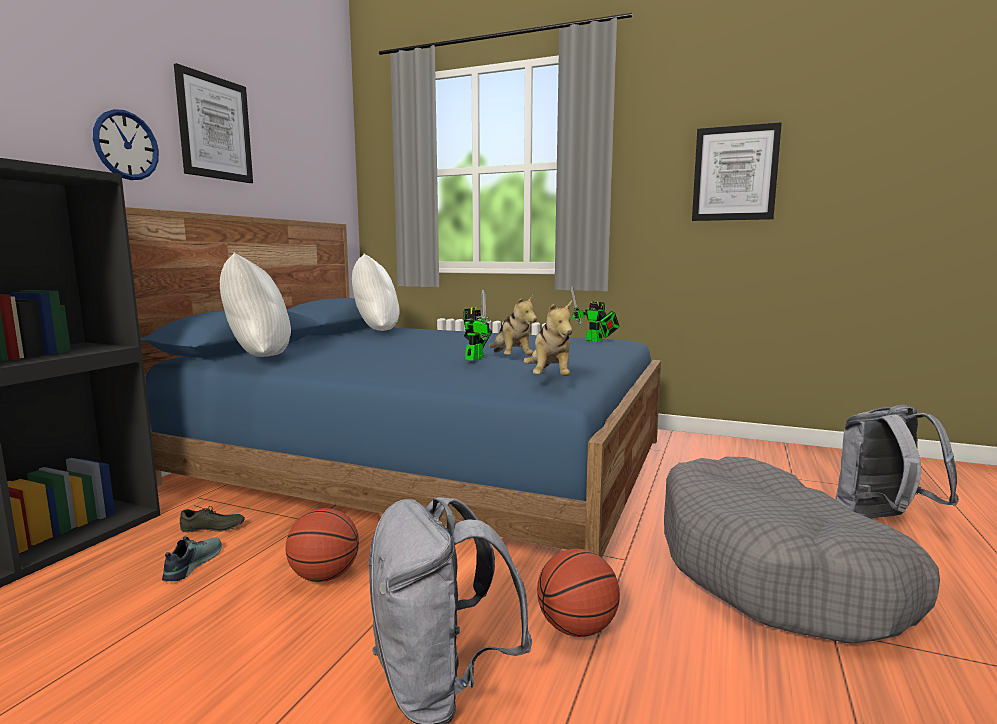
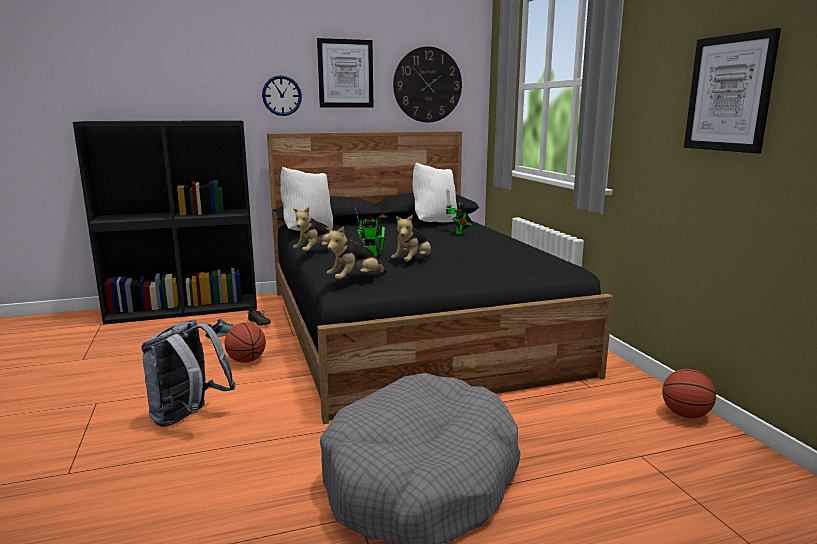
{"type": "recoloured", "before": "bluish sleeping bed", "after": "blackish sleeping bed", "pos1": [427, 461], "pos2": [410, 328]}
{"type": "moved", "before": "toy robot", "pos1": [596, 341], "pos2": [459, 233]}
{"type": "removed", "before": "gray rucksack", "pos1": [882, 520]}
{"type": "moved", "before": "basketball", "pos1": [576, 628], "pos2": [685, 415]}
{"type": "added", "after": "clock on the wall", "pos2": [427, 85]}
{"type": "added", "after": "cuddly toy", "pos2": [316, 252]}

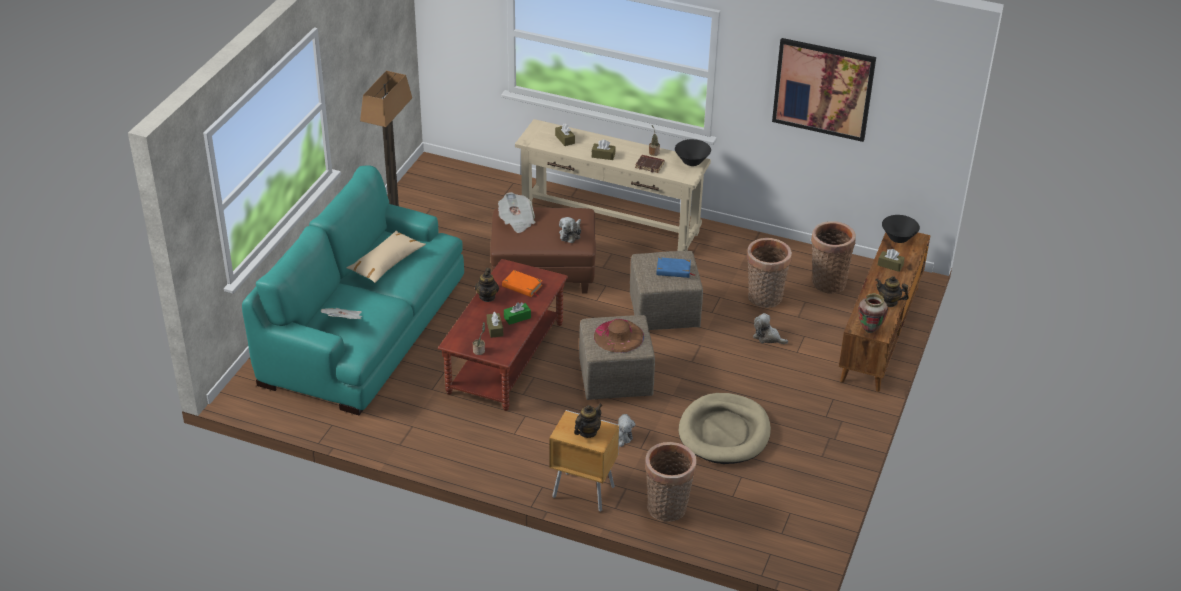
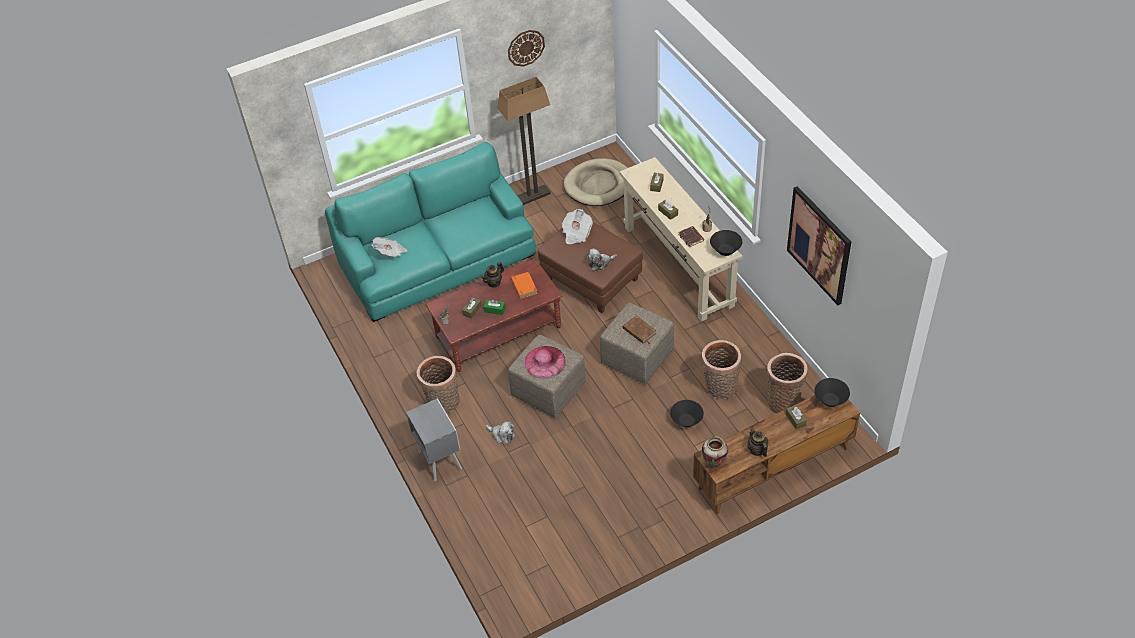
{"type": "removed", "before": "beige-coloured throw pillow", "pos1": [386, 263]}
{"type": "recoloured", "before": "bluish bound book", "after": "brown bound book", "pos1": [673, 270], "pos2": [639, 331]}
{"type": "replaced", "before": "cuddly toy", "after": "blackish deep dish", "pos1": [767, 337], "pos2": [686, 421]}
{"type": "recoloured", "before": "brown hat", "after": "pink-coloured hat", "pos1": [618, 336], "pos2": [545, 362]}
{"type": "moved", "before": "beige-coloured dog bed", "pos1": [724, 432], "pos2": [598, 185]}
{"type": "removed", "before": "tea pot", "pos1": [587, 432]}
{"type": "recoloured", "before": "brown bedside table", "after": "gray bedside table", "pos1": [582, 491], "pos2": [440, 459]}
{"type": "moved", "before": "basket", "pos1": [667, 510], "pos2": [443, 404]}
{"type": "added", "after": "clock on the wall", "pos2": [526, 47]}

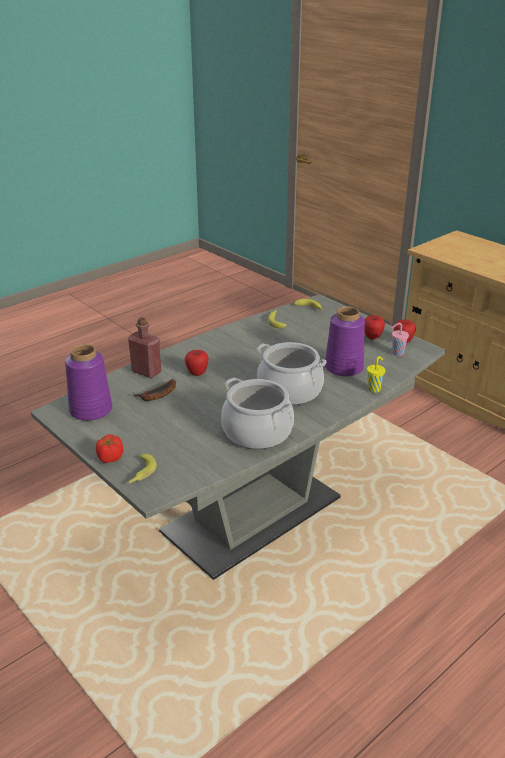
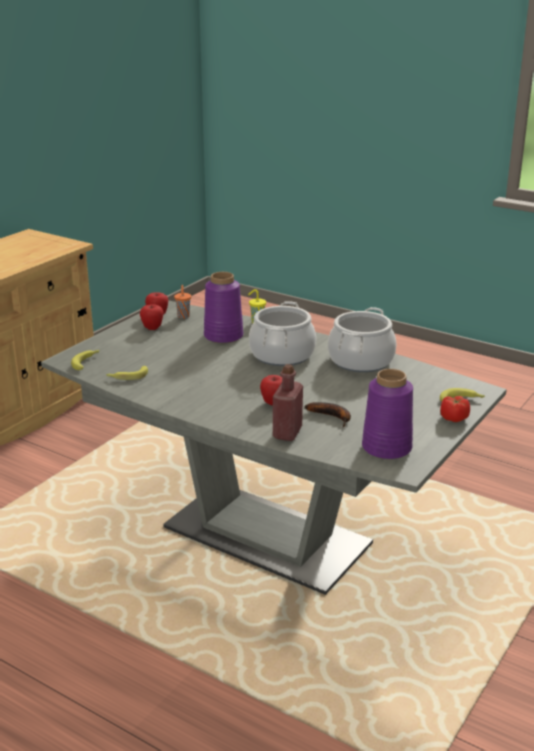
{"type": "recoloured", "before": "pink-coloured drinking cup", "after": "orange-coloured drinking cup", "pos1": [397, 353], "pos2": [183, 317]}

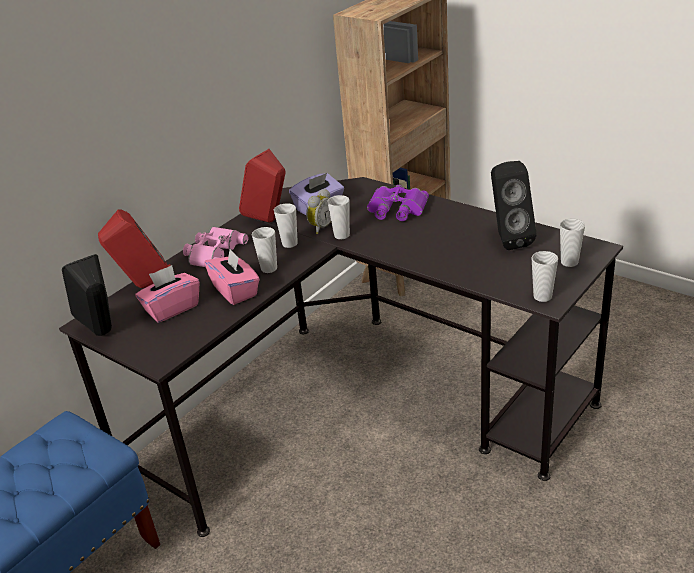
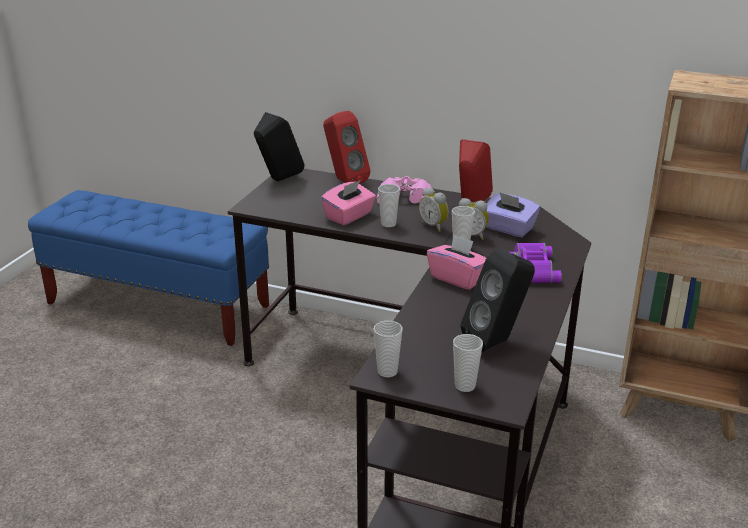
{"type": "replaced", "before": "drinking cup", "after": "alarm clock", "pos1": [289, 244], "pos2": [434, 226]}
{"type": "moved", "before": "pink-coloured box of tissues", "pos1": [172, 308], "pos2": [458, 278]}

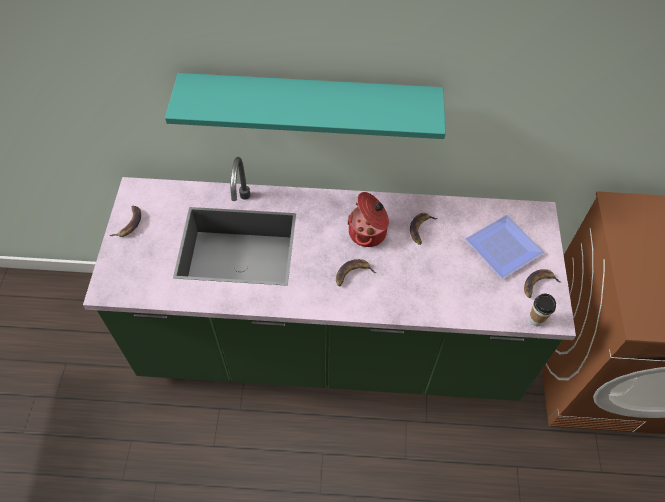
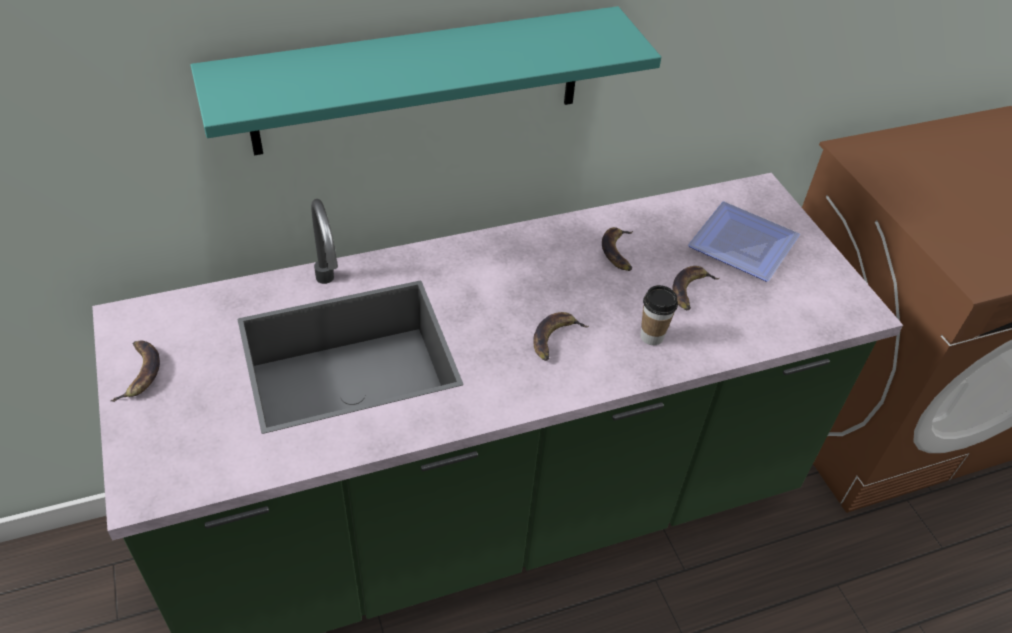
{"type": "removed", "before": "cooking pot", "pos1": [368, 233]}
{"type": "moved", "before": "banana", "pos1": [538, 284], "pos2": [690, 290]}
{"type": "moved", "before": "drinking cup", "pos1": [536, 319], "pos2": [652, 336]}

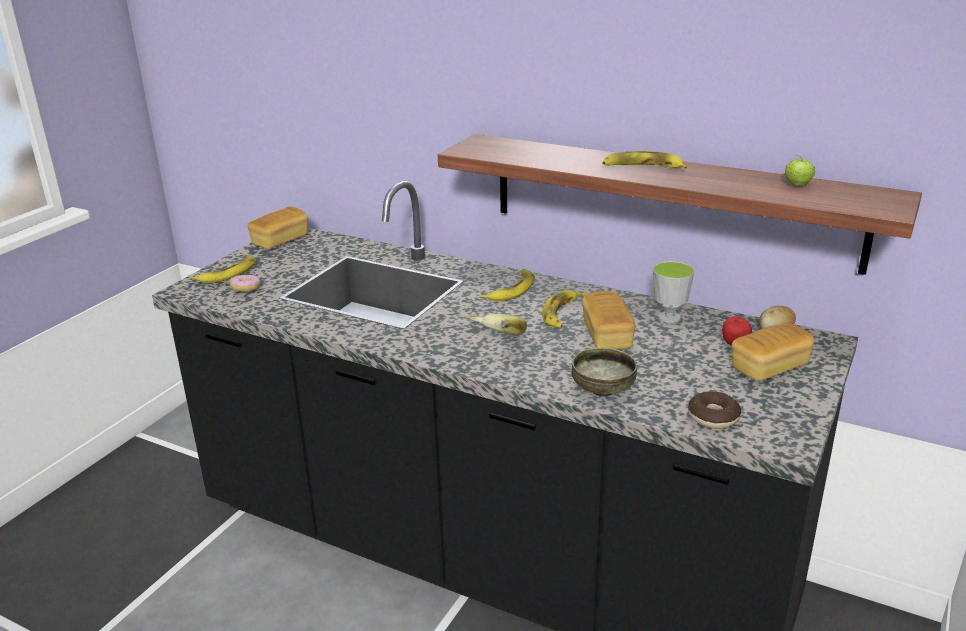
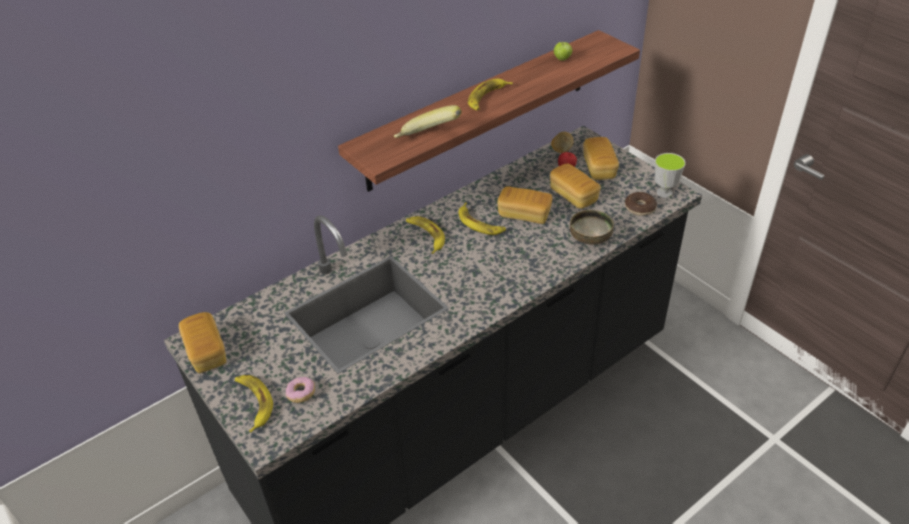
{"type": "moved", "before": "drinking cup", "pos1": [669, 317], "pos2": [664, 192]}
{"type": "moved", "before": "banana", "pos1": [492, 341], "pos2": [428, 138]}
{"type": "added", "after": "baked bread", "pos2": [573, 195]}

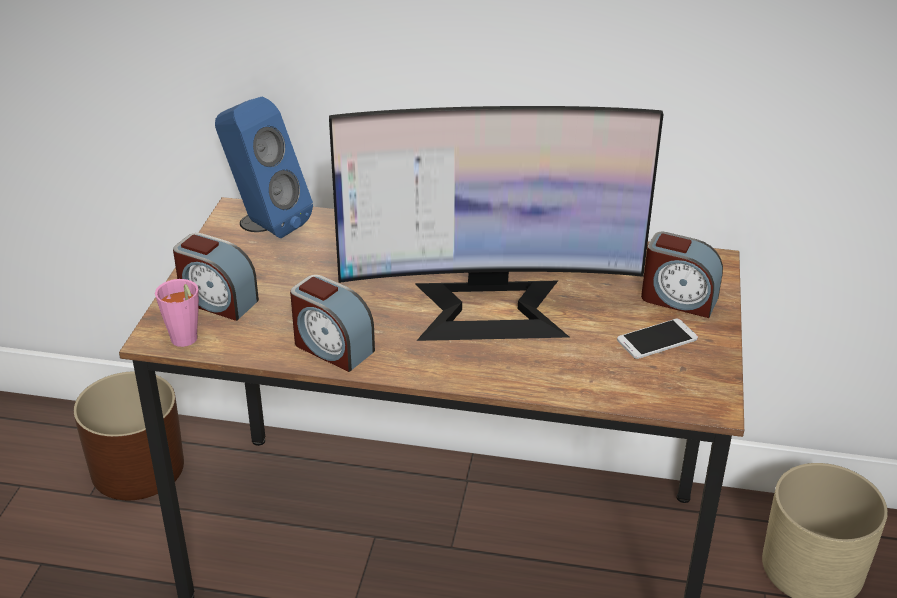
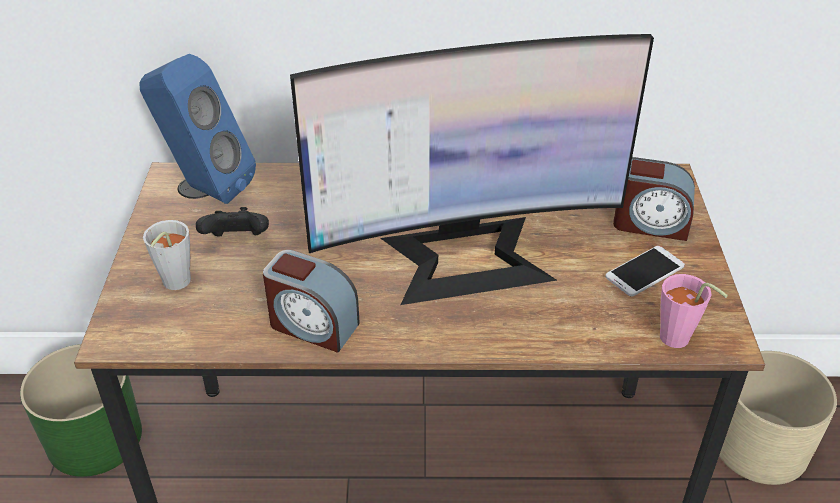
{"type": "replaced", "before": "alarm clock", "after": "gray drinking cup", "pos1": [217, 301], "pos2": [173, 285]}
{"type": "moved", "before": "pink-coloured drinking cup", "pos1": [185, 342], "pos2": [679, 341]}
{"type": "recoloured", "before": "brown flower pot", "after": "green-coloured flower pot", "pos1": [136, 468], "pos2": [94, 439]}
{"type": "added", "after": "blackish game controller", "pos2": [237, 241]}

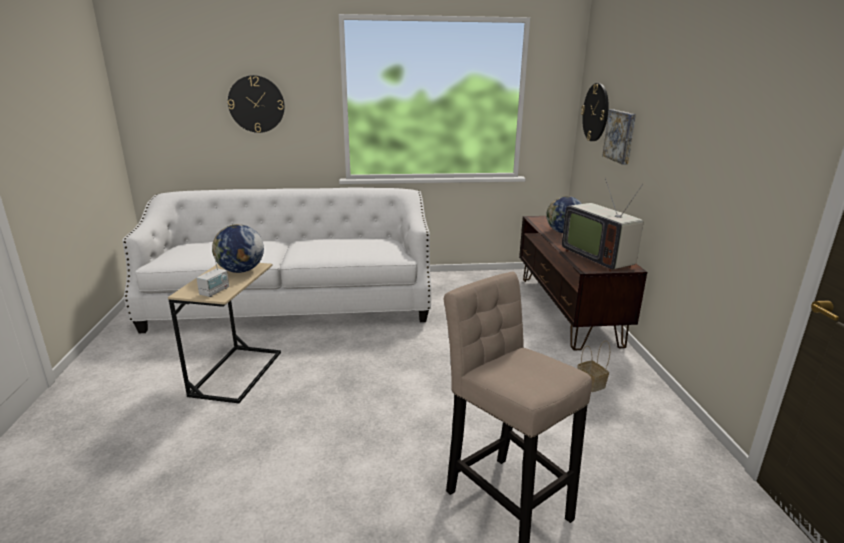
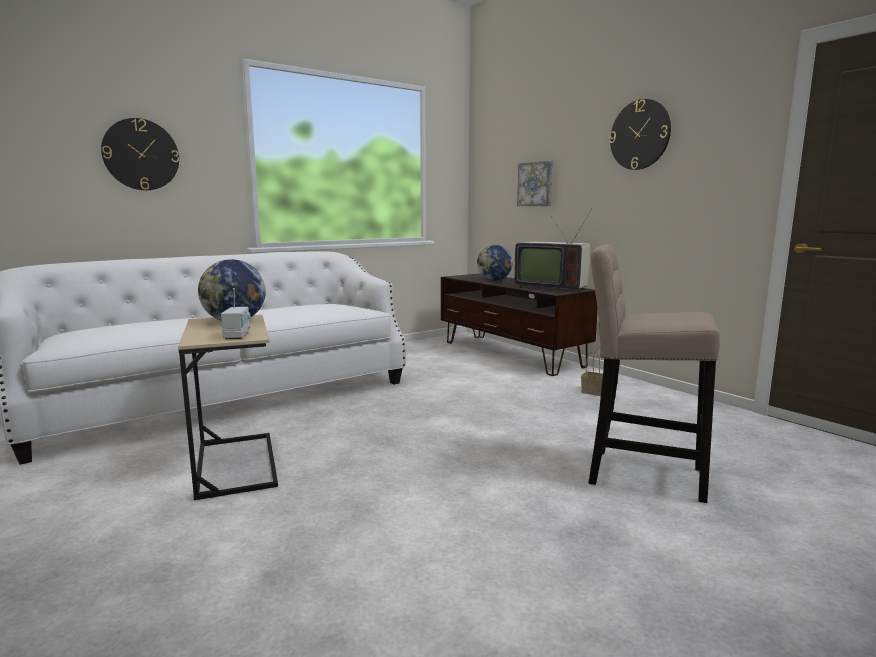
{"type": "moved", "before": "clock on the wall", "pos1": [596, 112], "pos2": [640, 135]}

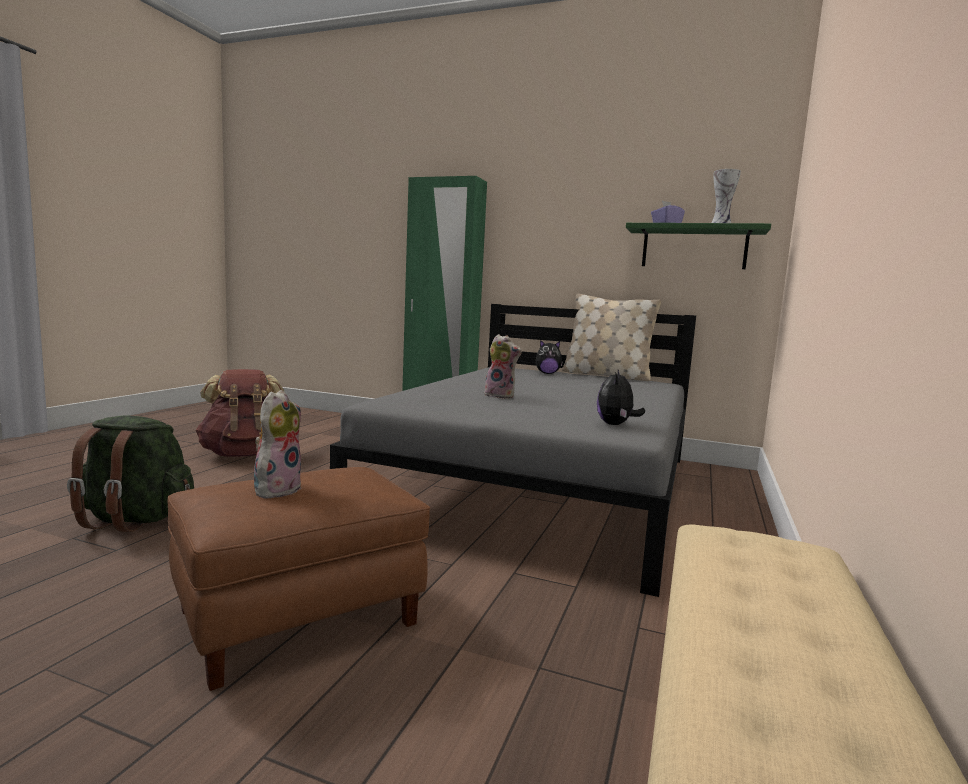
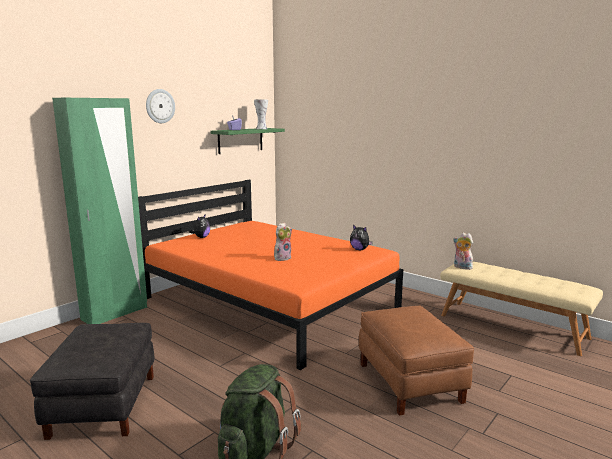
{"type": "removed", "before": "beige-coloured throw pillow", "pos1": [606, 375]}
{"type": "recoloured", "before": "gray sleeping bed", "after": "orange-coloured sleeping bed", "pos1": [542, 486], "pos2": [269, 302]}
{"type": "replaced", "before": "brown rucksack", "after": "blackish pouffe", "pos1": [245, 455], "pos2": [103, 405]}
{"type": "moved", "before": "cuddly toy", "pos1": [277, 489], "pos2": [461, 267]}
{"type": "added", "after": "clock on the wall", "pos2": [160, 106]}

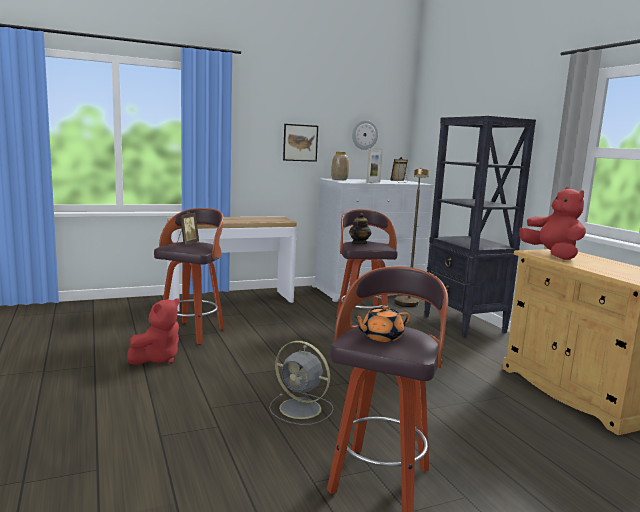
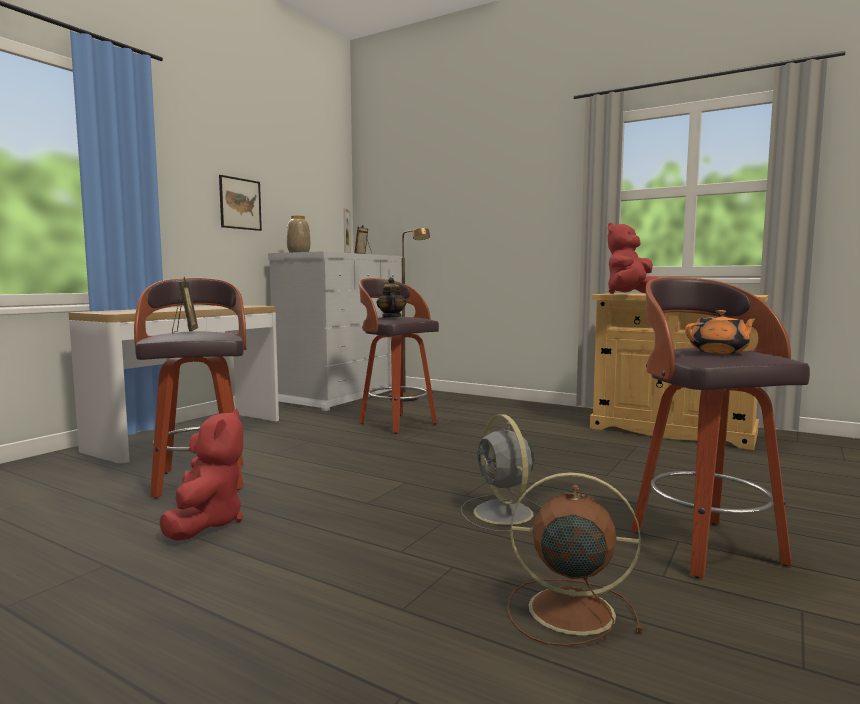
{"type": "removed", "before": "blackish bookshelf", "pos1": [464, 324]}
{"type": "removed", "before": "clock on the wall", "pos1": [364, 134]}
{"type": "turned", "before": "reddish cuddly toy", "pos1": [552, 255], "pos2": [630, 294], "turn": -75}
{"type": "turned", "before": "orange-coloured tea pot", "pos1": [381, 337], "pos2": [719, 352], "turn": -135}
{"type": "turned", "before": "gray fan", "pos1": [302, 409], "pos2": [504, 514], "turn": 75}
{"type": "added", "after": "brown fan", "pos2": [567, 610]}

